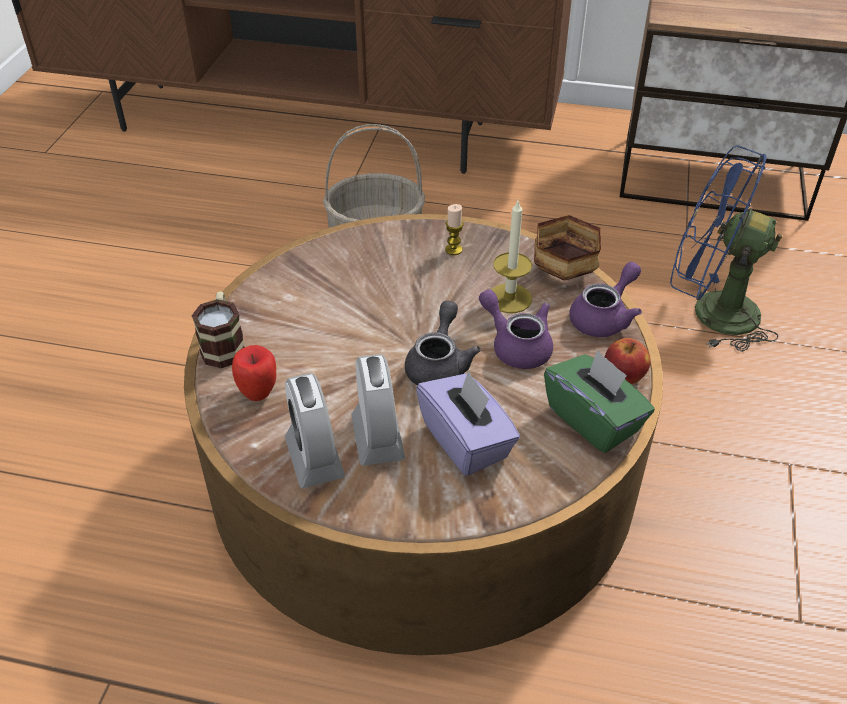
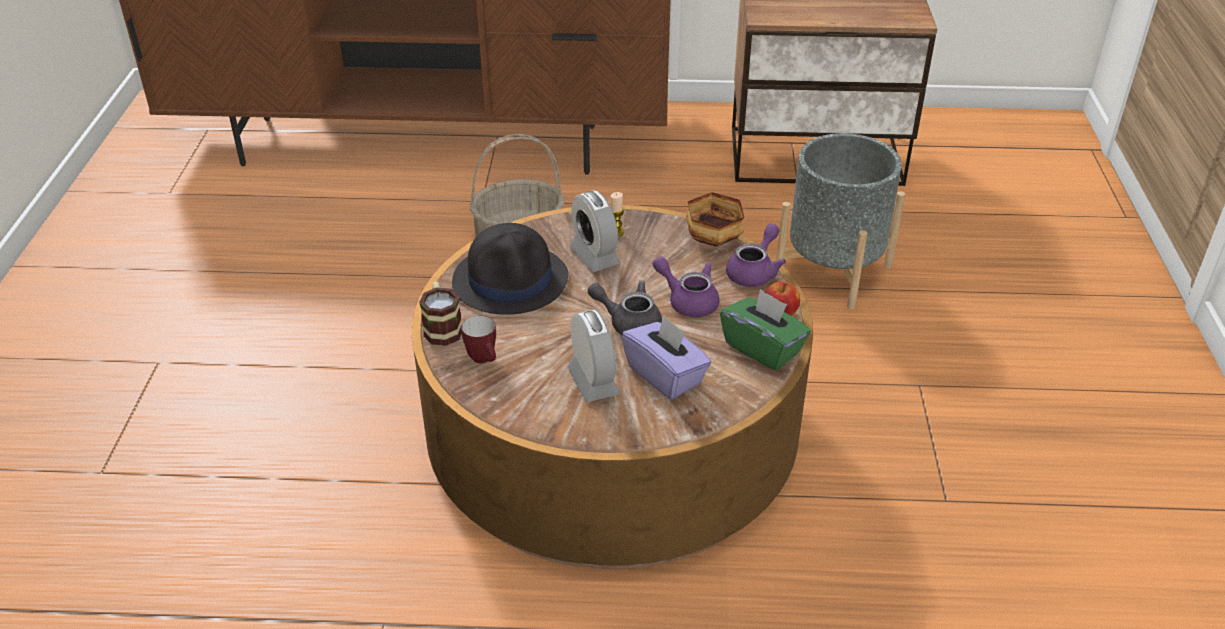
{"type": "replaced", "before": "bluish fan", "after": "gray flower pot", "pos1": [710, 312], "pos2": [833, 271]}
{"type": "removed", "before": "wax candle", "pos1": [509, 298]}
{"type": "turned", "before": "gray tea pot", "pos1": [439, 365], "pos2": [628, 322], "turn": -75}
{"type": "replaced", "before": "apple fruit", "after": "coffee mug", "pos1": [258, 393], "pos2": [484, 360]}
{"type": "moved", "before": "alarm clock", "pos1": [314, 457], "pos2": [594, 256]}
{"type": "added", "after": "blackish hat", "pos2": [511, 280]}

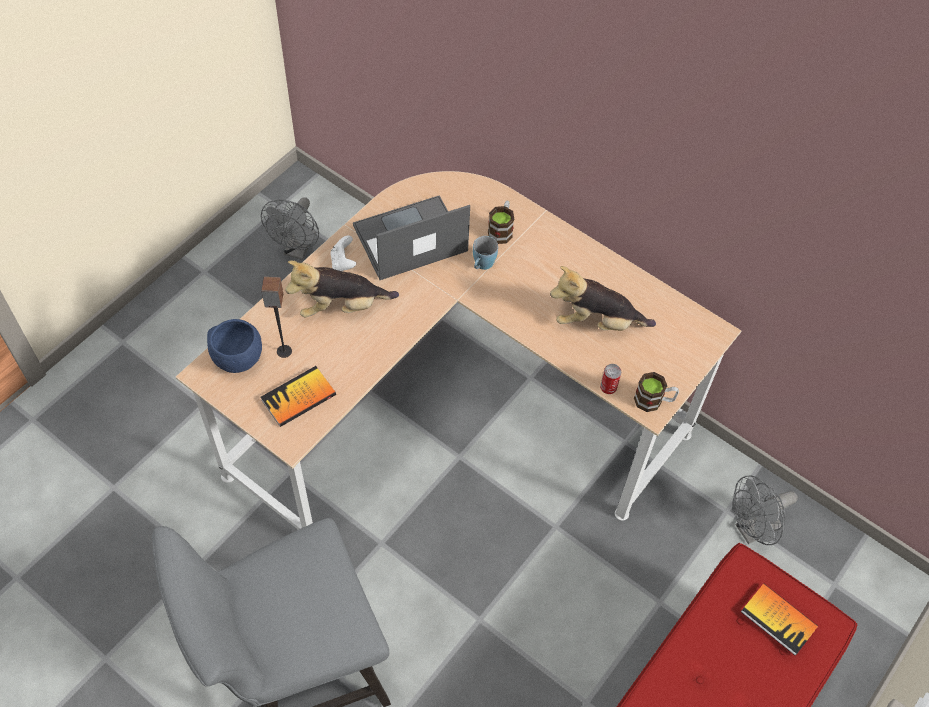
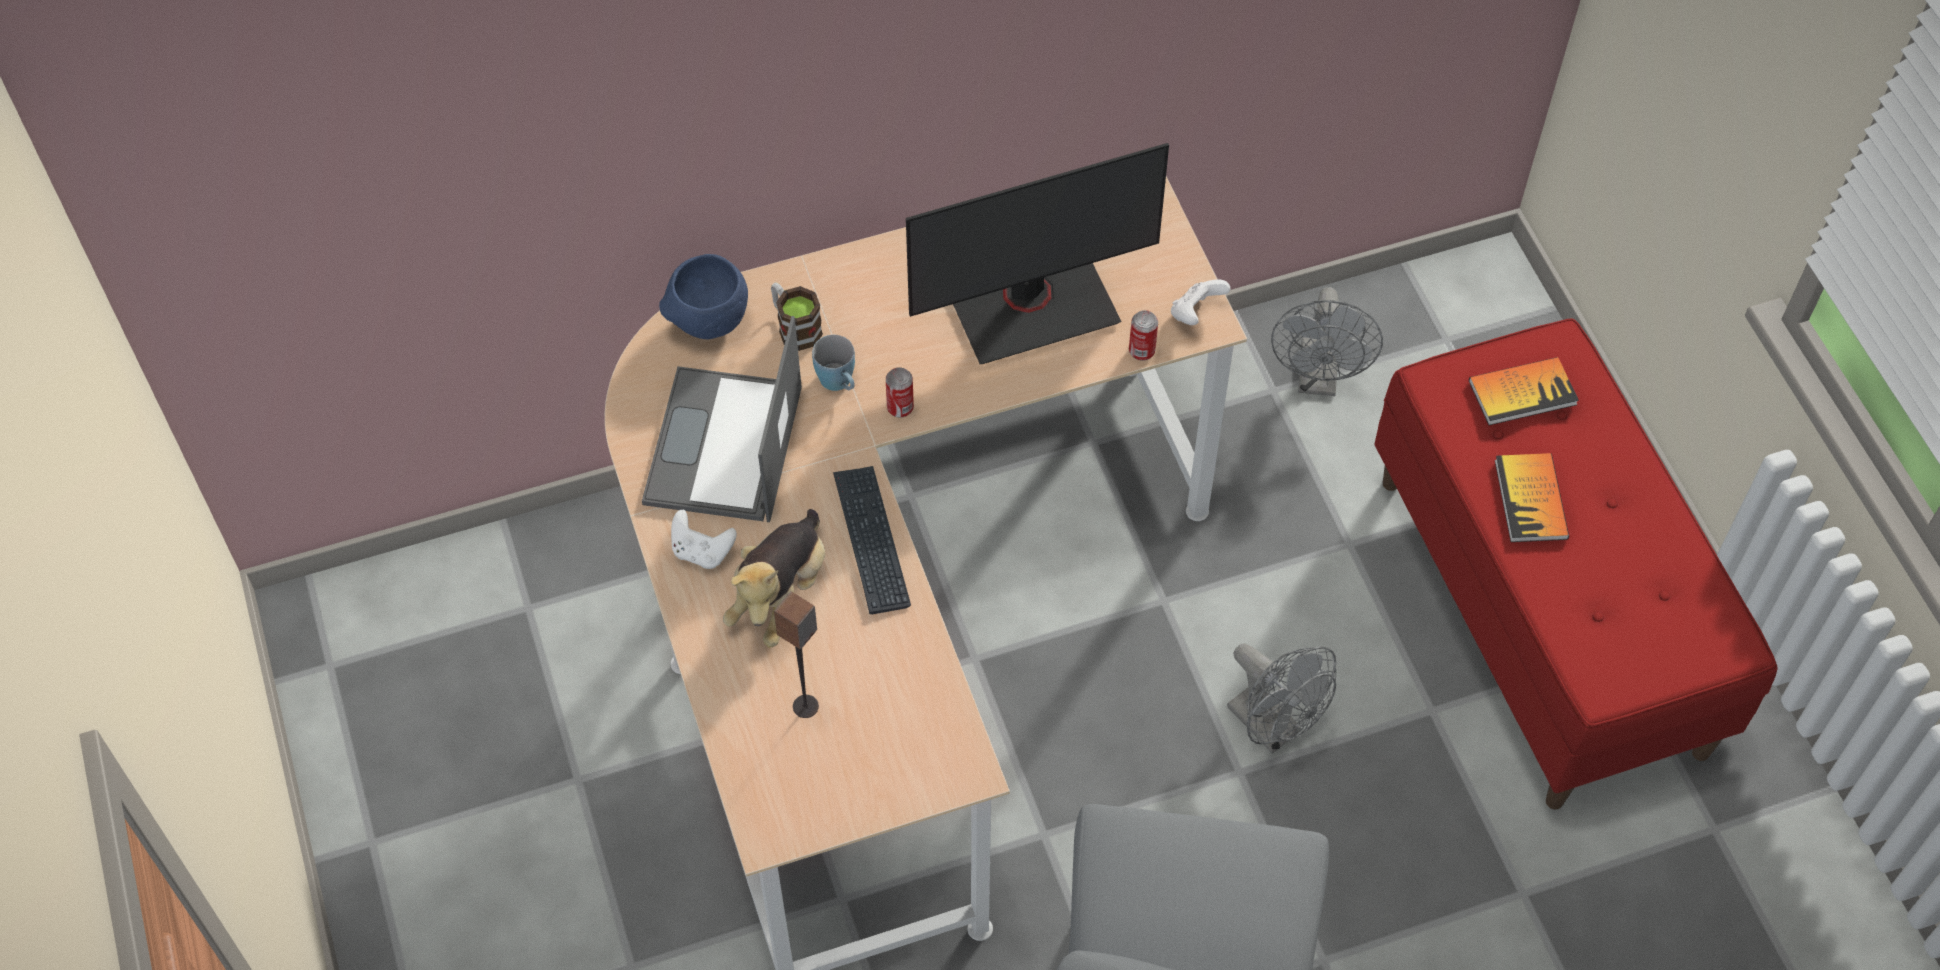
{"type": "moved", "before": "gray fan", "pos1": [298, 249], "pos2": [1273, 728]}
{"type": "replaced", "before": "cuddly toy", "after": "computer display", "pos1": [596, 322], "pos2": [1031, 305]}
{"type": "moved", "before": "bluish deep dish", "pos1": [238, 360], "pos2": [709, 322]}
{"type": "moved", "before": "bound book", "pos1": [298, 397], "pos2": [1531, 499]}
{"type": "replaced", "before": "coffee mug", "after": "whitish game controller", "pos1": [654, 401], "pos2": [1195, 313]}
{"type": "added", "after": "metal can", "pos2": [900, 408]}
{"type": "added", "after": "keyboard", "pos2": [871, 540]}

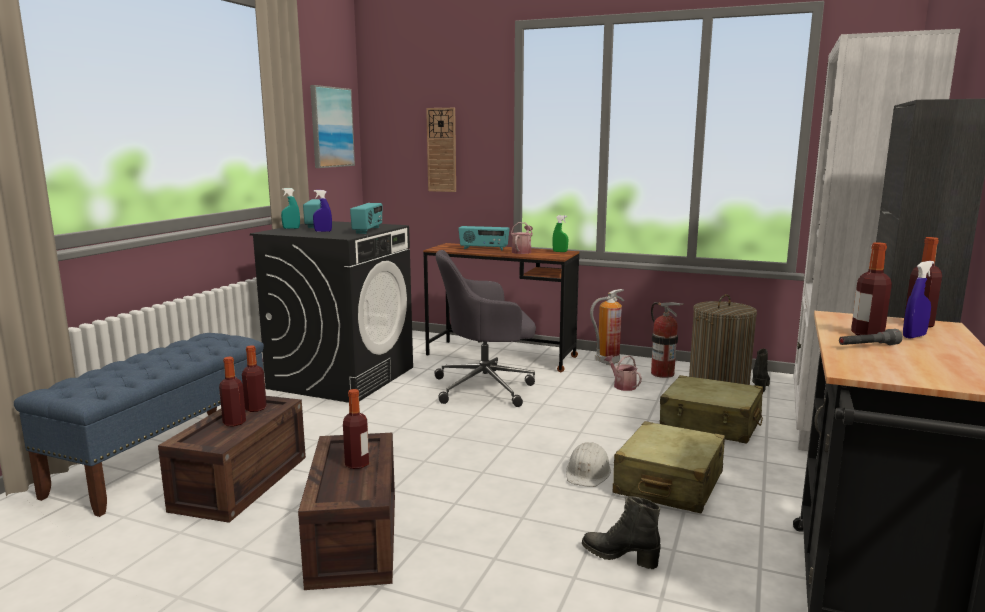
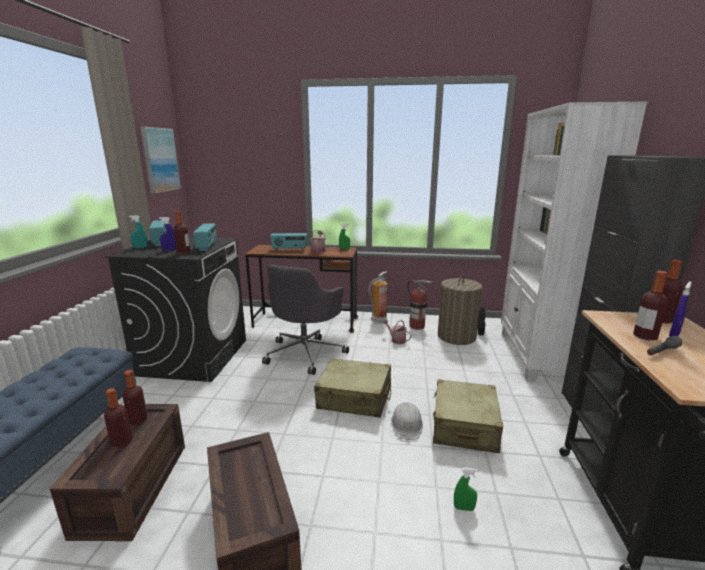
{"type": "removed", "before": "clock on the wall", "pos1": [442, 150]}
{"type": "turned", "before": "gray computer chair", "pos1": [486, 387], "pos2": [306, 353], "turn": -45}
{"type": "moved", "before": "beige-coloured travel case", "pos1": [710, 424], "pos2": [354, 398]}
{"type": "moved", "before": "bottle", "pos1": [357, 464], "pos2": [183, 253]}
{"type": "replaced", "before": "blackish tall boot", "after": "green-coloured hand sprayer", "pos1": [620, 556], "pos2": [464, 508]}

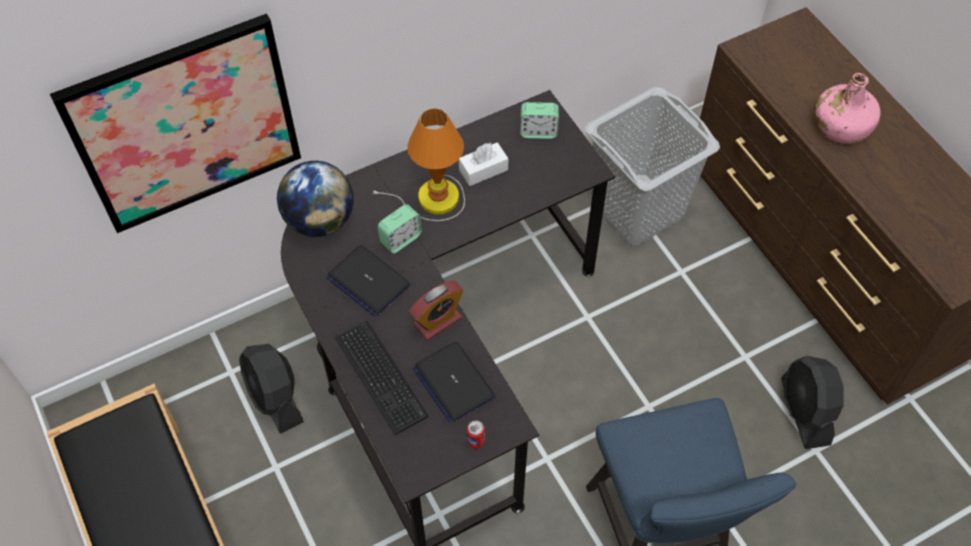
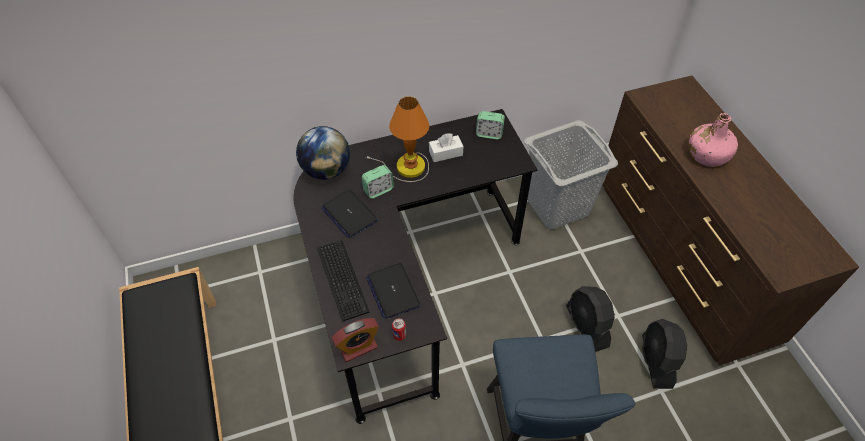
{"type": "removed", "before": "wall art", "pos1": [186, 125]}
{"type": "moved", "before": "alarm clock", "pos1": [437, 321], "pos2": [358, 347]}
{"type": "moved", "before": "blackish fan", "pos1": [275, 397], "pos2": [587, 326]}

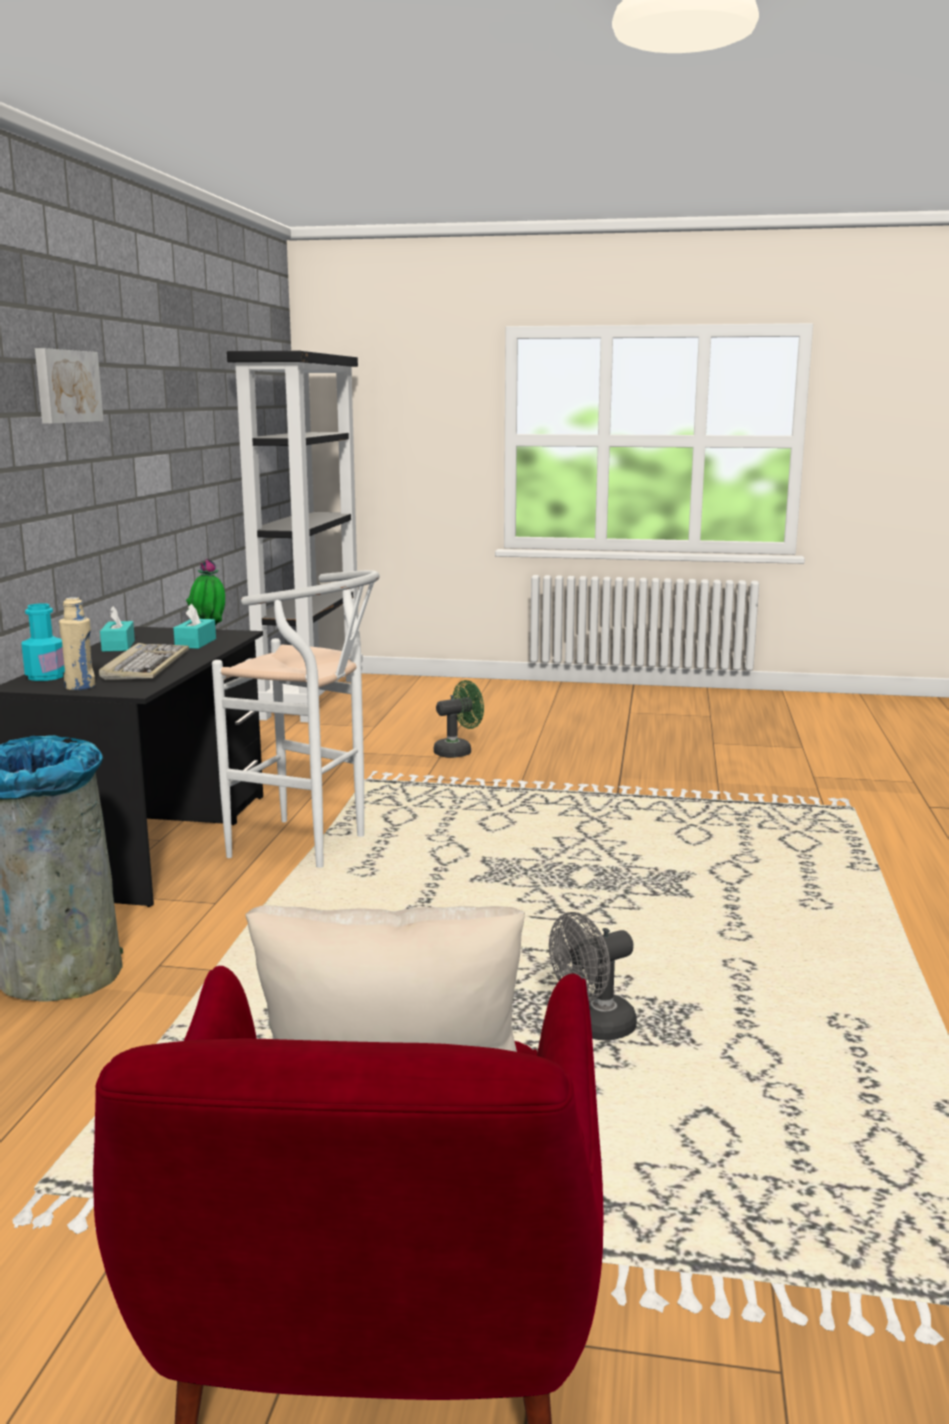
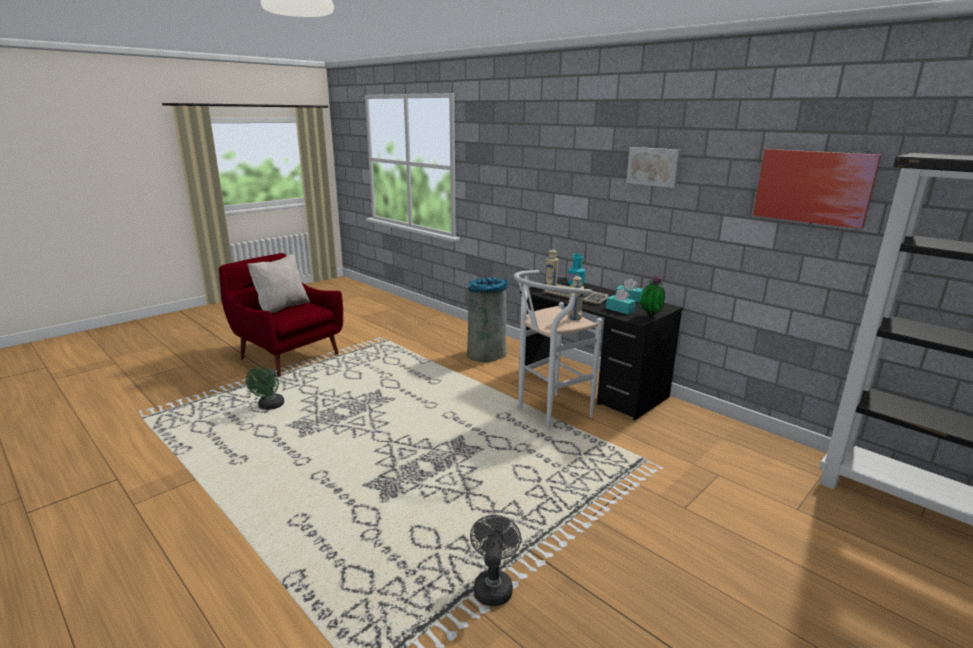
{"type": "moved", "before": "green-coloured fan", "pos1": [458, 751], "pos2": [269, 406]}
{"type": "moved", "before": "gray fan", "pos1": [593, 1028], "pos2": [493, 585]}
{"type": "added", "after": "wall art", "pos2": [813, 187]}
{"type": "added", "after": "beige-coloured bottle", "pos2": [574, 318]}

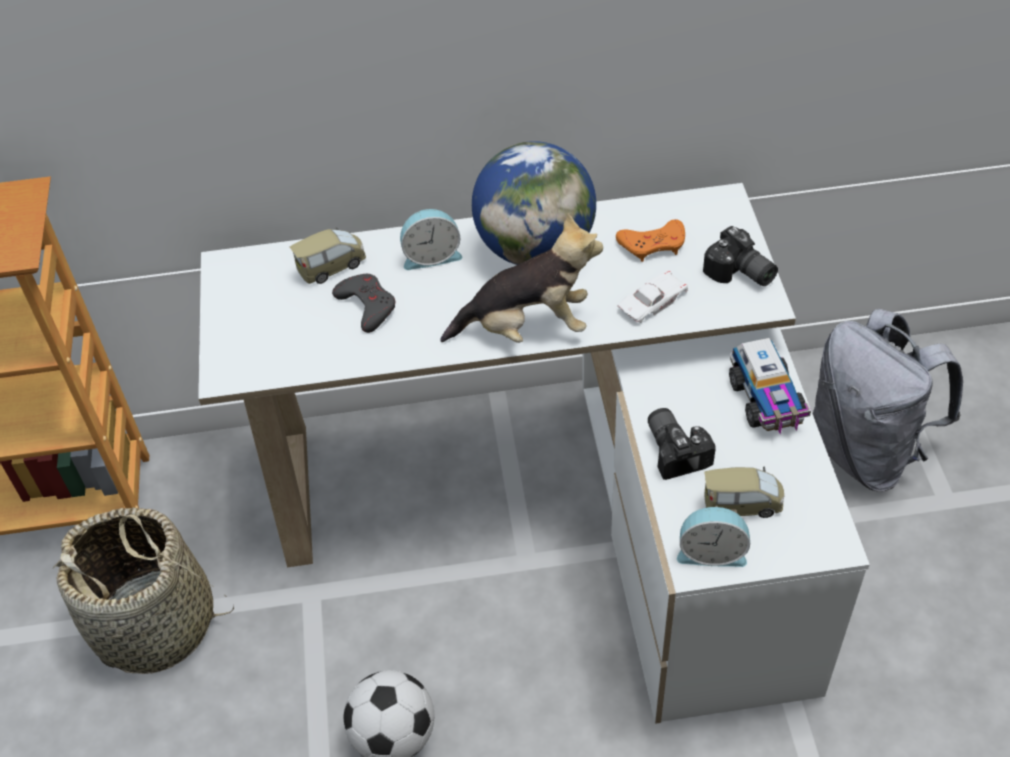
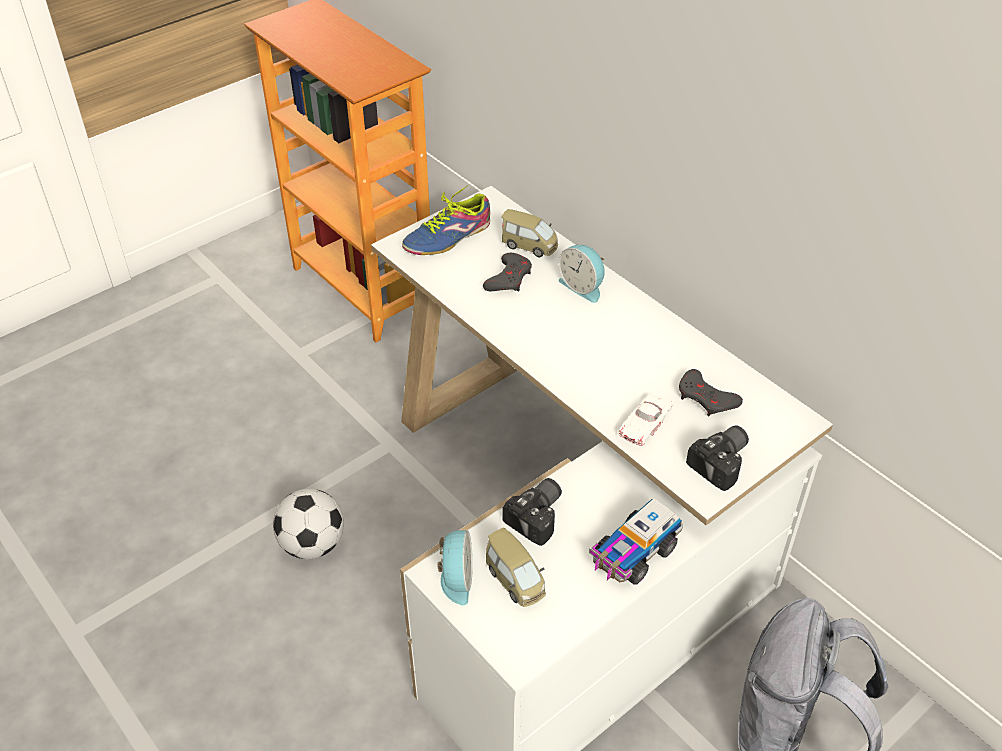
{"type": "removed", "before": "world globe", "pos1": [535, 249]}
{"type": "removed", "before": "cuddly toy", "pos1": [527, 327]}
{"type": "recoloured", "before": "orange-coloured game controller", "after": "gray game controller", "pos1": [653, 244], "pos2": [706, 398]}
{"type": "turned", "before": "still camera", "pos1": [739, 274], "pos2": [723, 463], "turn": -150}
{"type": "turned", "before": "whitish model car", "pos1": [652, 301], "pos2": [645, 422], "turn": 105}
{"type": "turned", "before": "alarm clock", "pos1": [711, 551], "pos2": [456, 579], "turn": -150}
{"type": "removed", "before": "basket", "pos1": [156, 624]}
{"type": "added", "after": "low shoe", "pos2": [448, 237]}

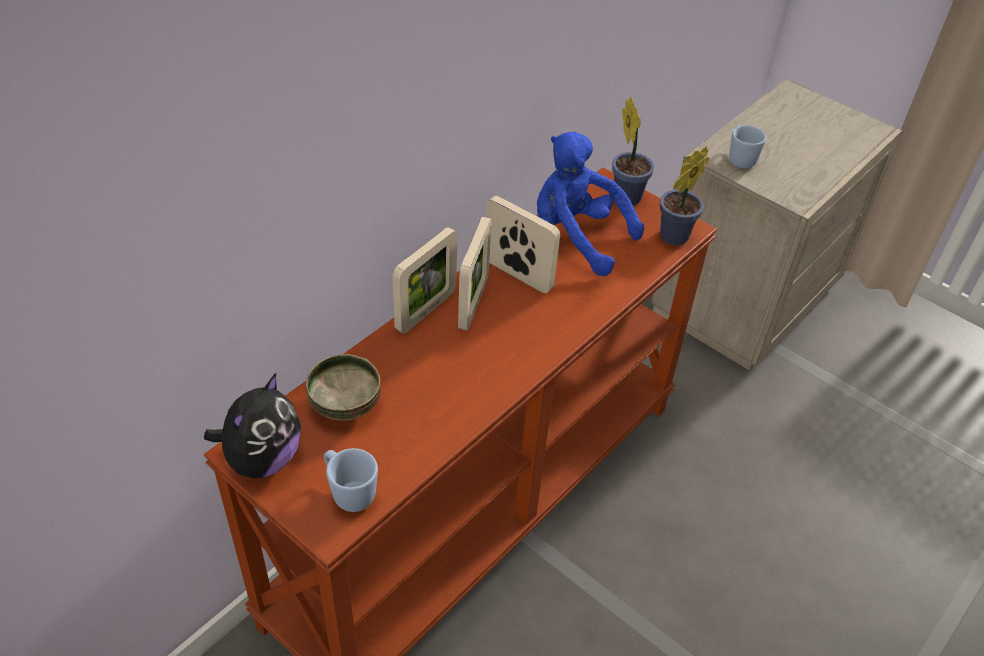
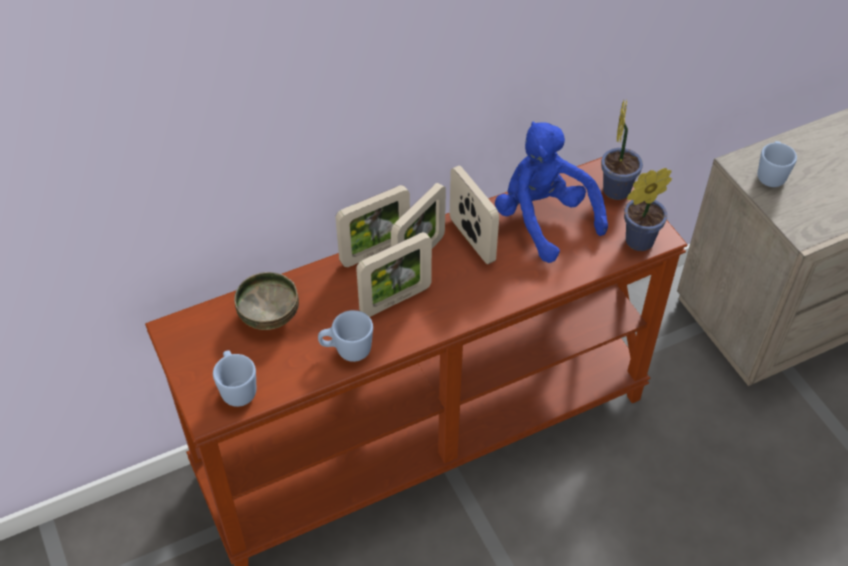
{"type": "removed", "before": "cuddly toy", "pos1": [262, 459]}
{"type": "added", "after": "standing frame", "pos2": [395, 300]}
{"type": "added", "after": "bluish coffee mug", "pos2": [347, 350]}

